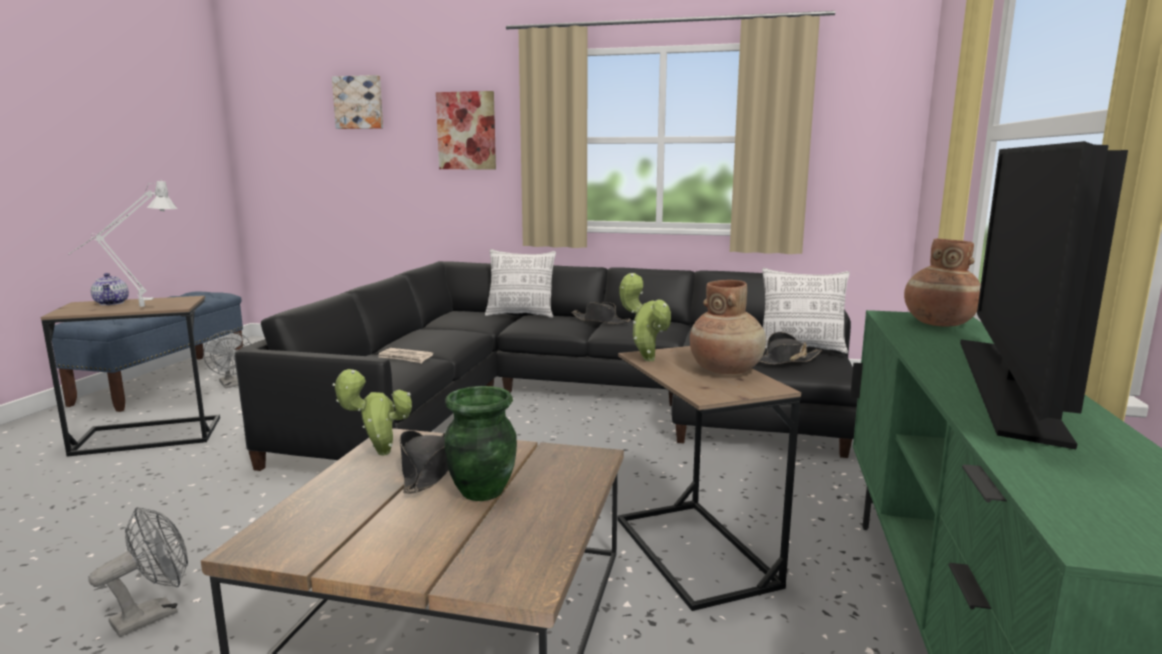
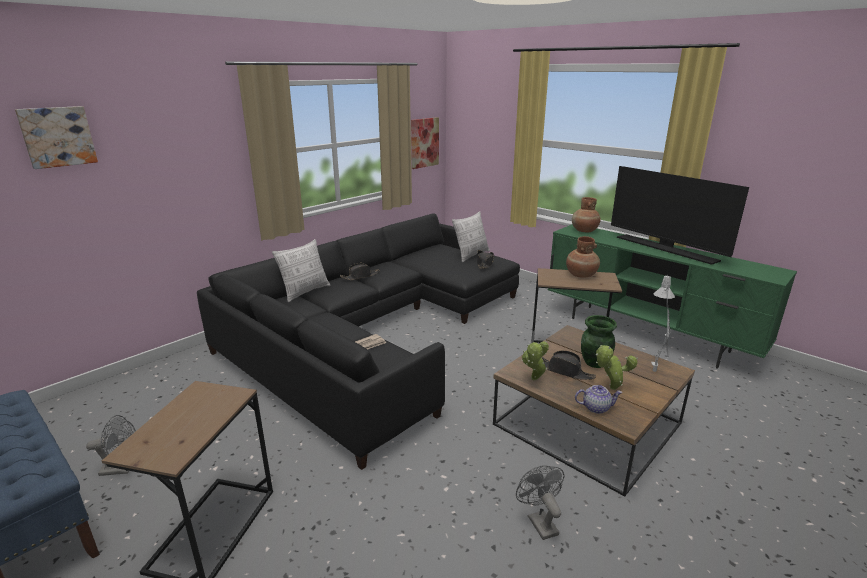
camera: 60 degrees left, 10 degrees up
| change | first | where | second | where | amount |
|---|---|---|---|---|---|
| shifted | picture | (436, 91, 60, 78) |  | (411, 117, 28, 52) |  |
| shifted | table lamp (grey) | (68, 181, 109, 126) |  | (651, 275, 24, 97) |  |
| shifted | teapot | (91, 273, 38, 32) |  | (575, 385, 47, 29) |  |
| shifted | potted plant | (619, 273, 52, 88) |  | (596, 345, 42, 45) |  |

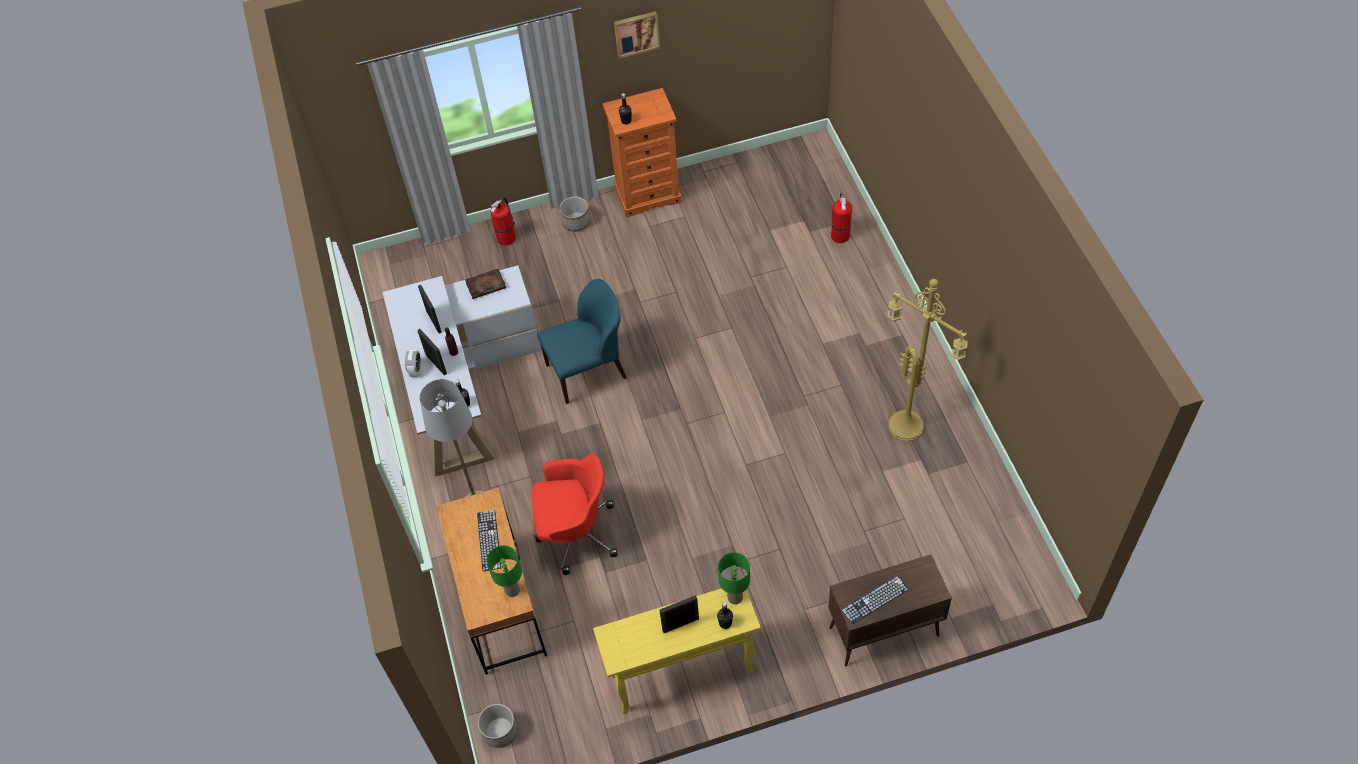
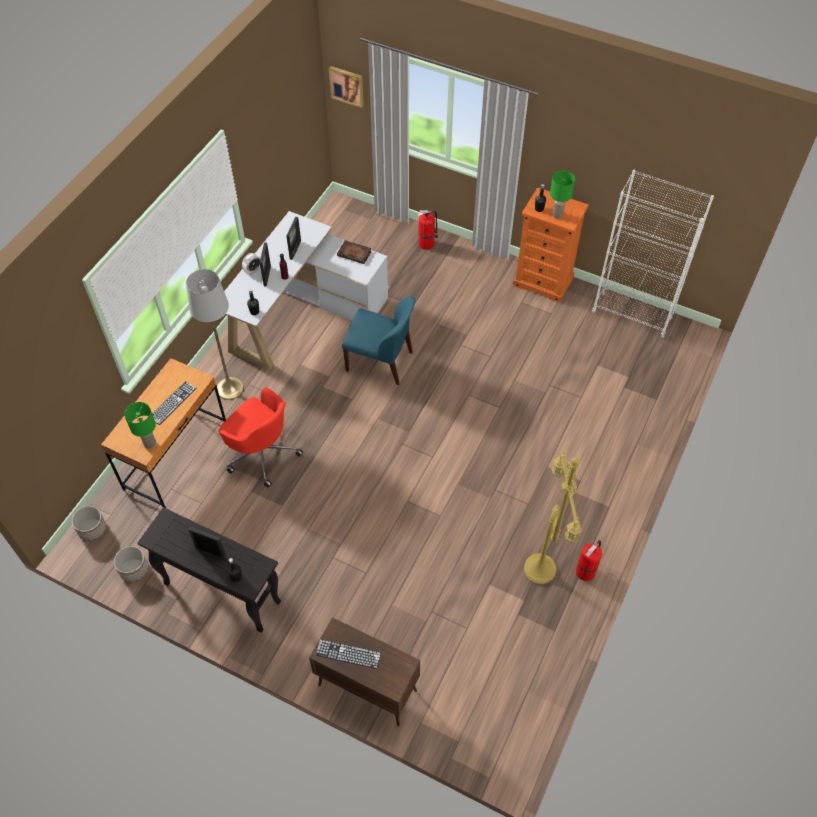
camera: 40 degrees right, 0 degrees up
| change | first | where | second | where | amount |
|---|---|---|---|---|---|
| shifted | picture | (614, 11, 46, 48) |  | (329, 66, 35, 42) |  |
| shifted | fire extinguisher | (831, 193, 21, 50) |  | (576, 540, 26, 41) |  |
| shifted | planter | (559, 197, 31, 35) |  | (114, 546, 35, 37) |  |
| shifted | table lamp (green) | (718, 552, 32, 53) |  | (550, 171, 25, 48) |  |
| repainted | console table (yellow) | (593, 588, 168, 125) | console table (black) | (137, 507, 144, 126) |  |
| new |  |  | bookcase (white) | (592, 170, 122, 168) |  |

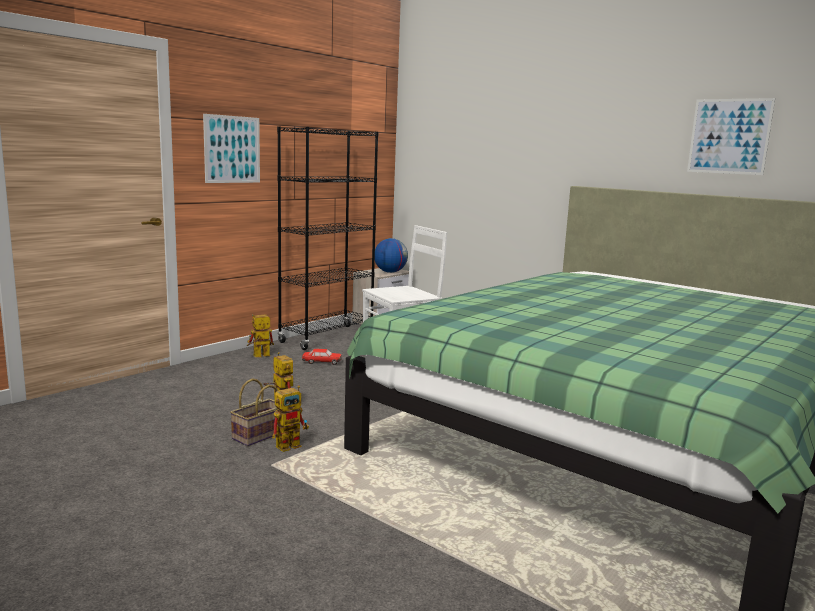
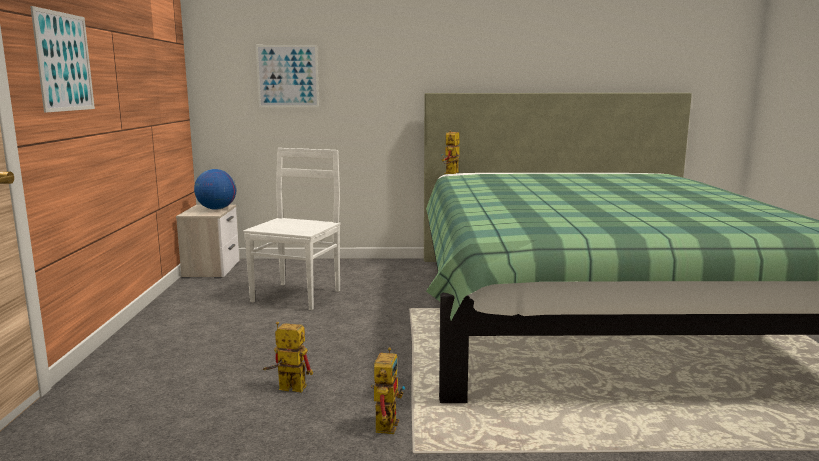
camera: 40 degrees left, 0 degrees up
| change | first | where | second | where | amount |
|---|---|---|---|---|---|
| shifted | picture | (687, 98, 88, 77) |  | (256, 45, 63, 62) |  |
| gone | bookcase (black) | (277, 126, 101, 224) |  |  |  |
| shifted | toy robot | (247, 314, 27, 43) |  | (441, 131, 19, 43) |  |
| gone | toy car | (302, 349, 40, 16) |  |  |  |
| gone | basket | (230, 379, 49, 67) |  |  |  |

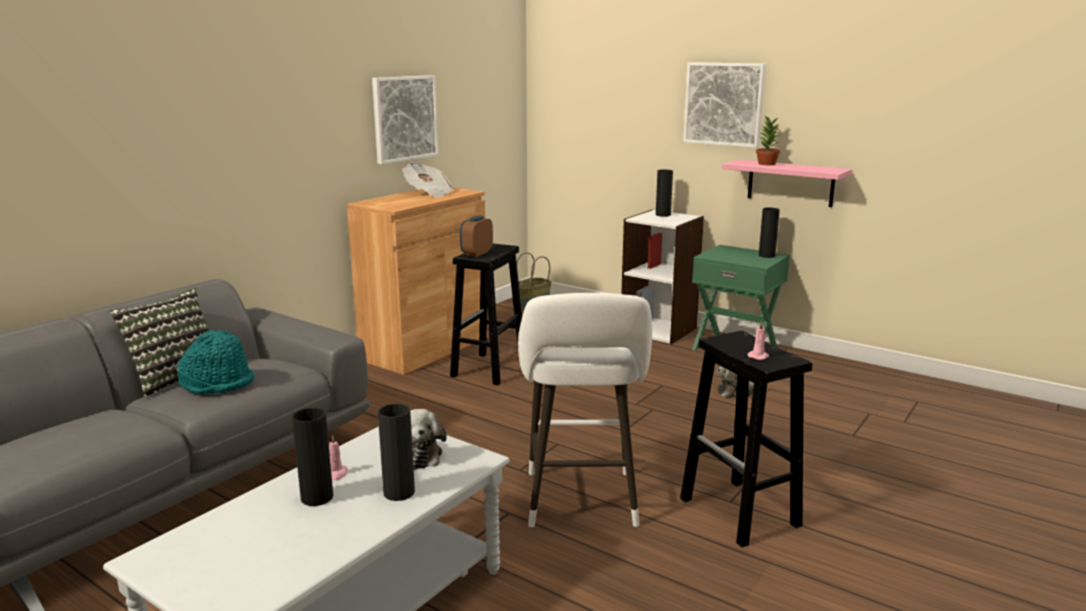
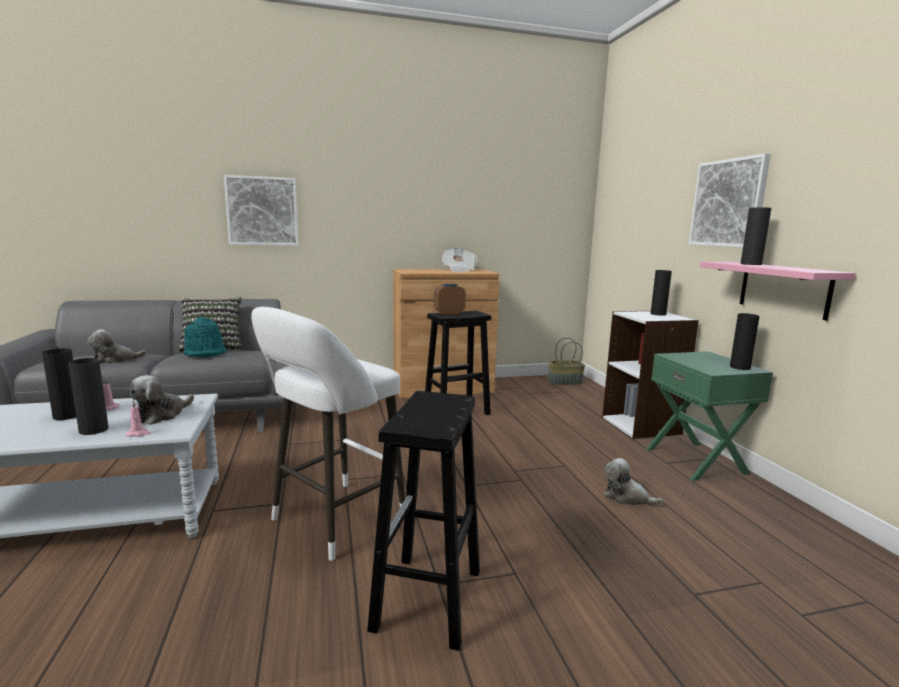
camera: 40 degrees right, 5 degrees down
| change | first | where | second | where | amount |
|---|---|---|---|---|---|
| shifted | picture | (372, 75, 66, 89) |  | (224, 175, 75, 71) |  |
| swapped | potted plant | (756, 116, 24, 49) | vase (black) | (741, 207, 30, 58) |  |
| shifted | candle (pink) | (747, 321, 22, 39) |  | (125, 400, 26, 37) |  |
| new |  |  | plush toy | (87, 329, 60, 35) |  |

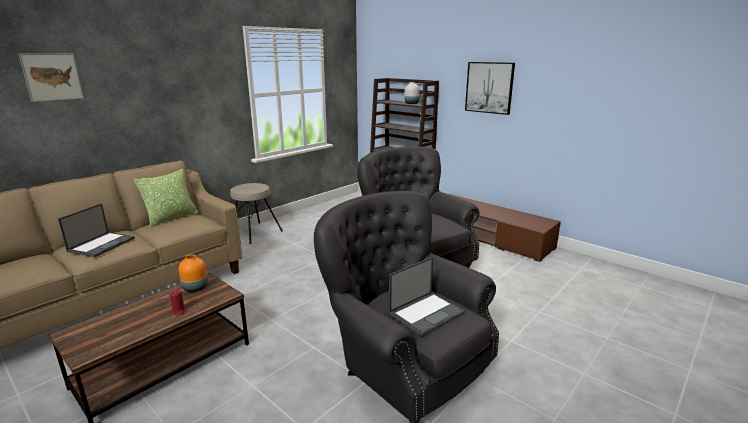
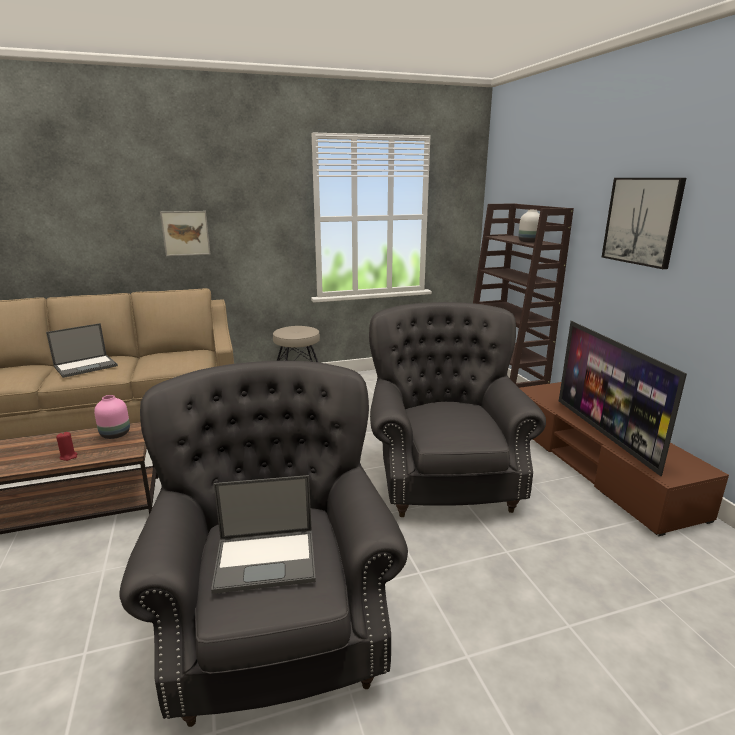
camera: 30 degrees right, 0 degrees up
| change | first | where | second | where | amount |
|---|---|---|---|---|---|
| shifted | picture | (18, 53, 66, 49) |  | (160, 211, 50, 45) |  |
| gone | pillow | (134, 169, 64, 58) |  |  |  |
| repainted | vase (orange) | (179, 254, 29, 38) | vase (pink) | (94, 395, 36, 44) |  |
| new |  |  | television | (559, 321, 128, 155) |  |

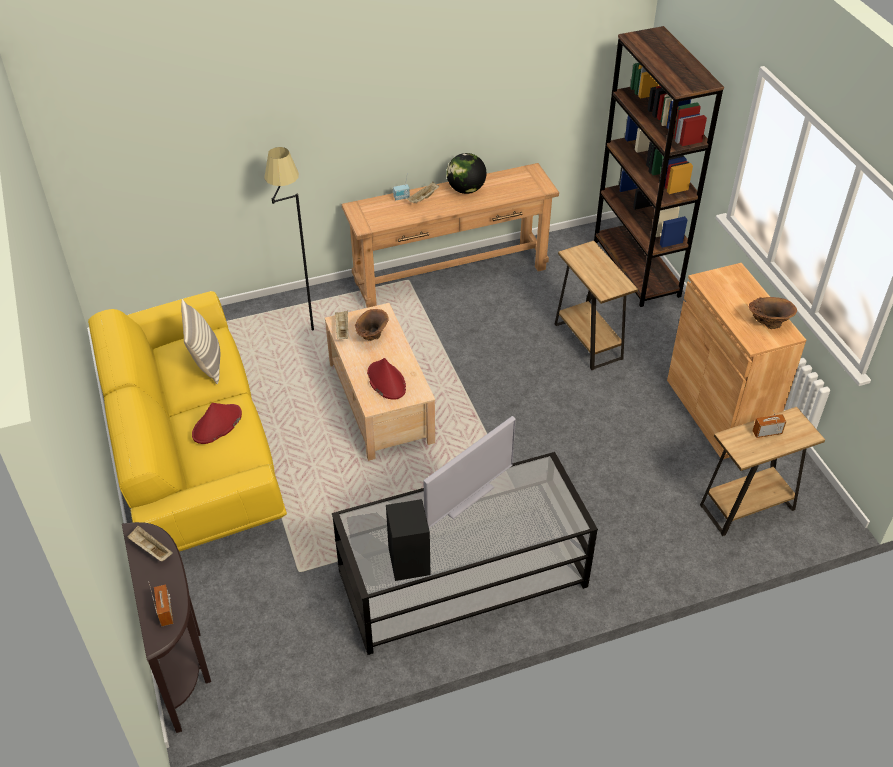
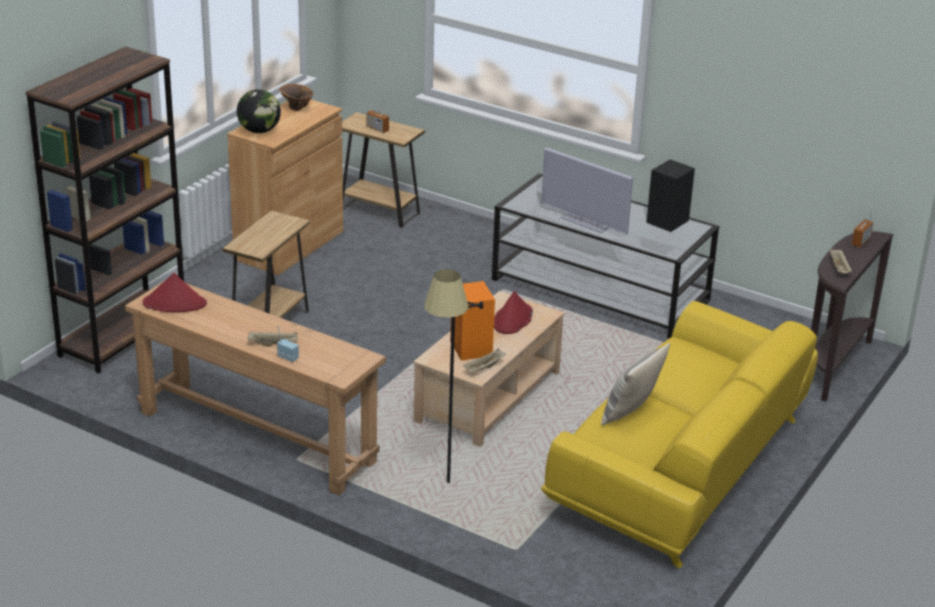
camera: 130 degrees left, 15 degrees down
| change | first | where | second | where | amount |
|---|---|---|---|---|---|
| shifted | globe | (446, 153, 40, 41) |  | (237, 89, 44, 44) |  |
| swapped | vase (brown) | (355, 309, 34, 32) | speaker (orange) | (450, 281, 45, 80) |  |
| shifted | hat (red) | (192, 403, 50, 41) |  | (143, 273, 64, 39) |  |
| rotated | television | (423, 416, 93, 112) |  | (541, 147, 92, 88) | 150 degrees counterclockwise |

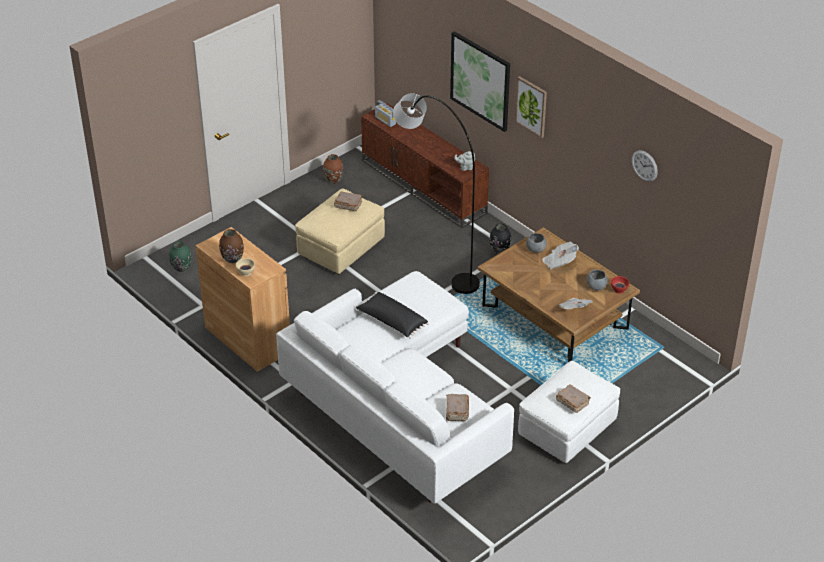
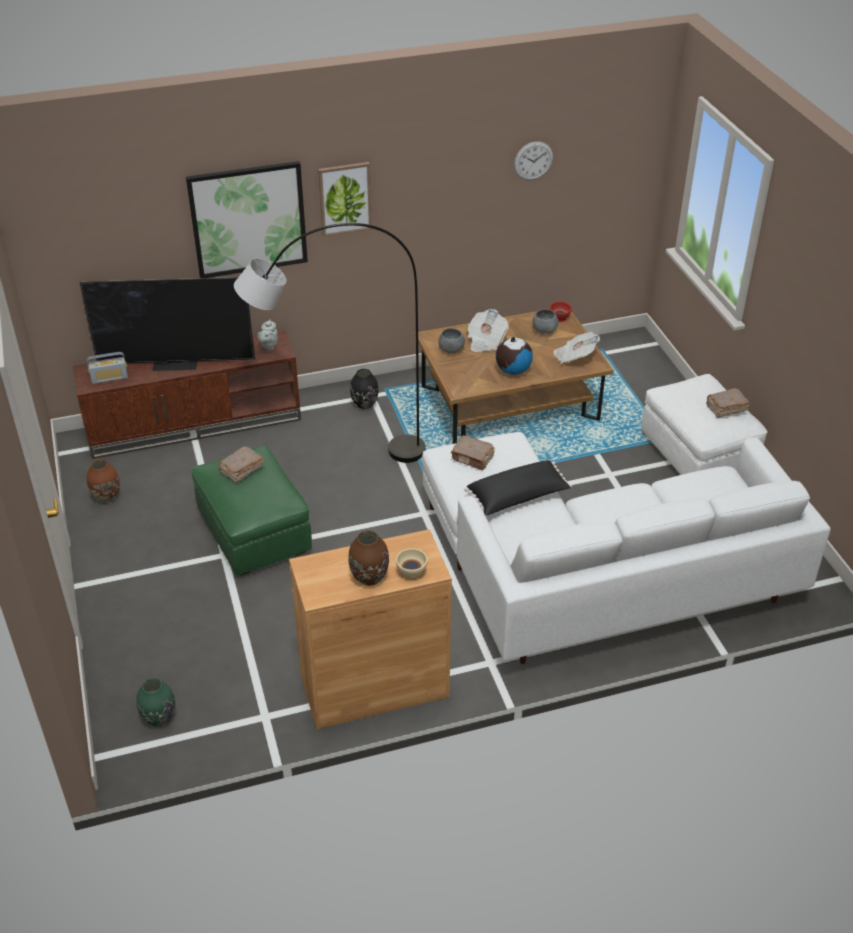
camera: 65 degrees left, 0 degrees up
| change | first | where | second | where | amount |
|---|---|---|---|---|---|
| repainted | ottoman (beige) | (295, 189, 90, 85) | ottoman (green) | (191, 445, 121, 130) |  |
| shifted | book (brown) | (446, 394, 23, 27) |  | (451, 435, 44, 35) |  |
| new |  |  | television | (79, 277, 176, 94) |  |
| new |  |  | globe | (496, 337, 37, 38) |  |

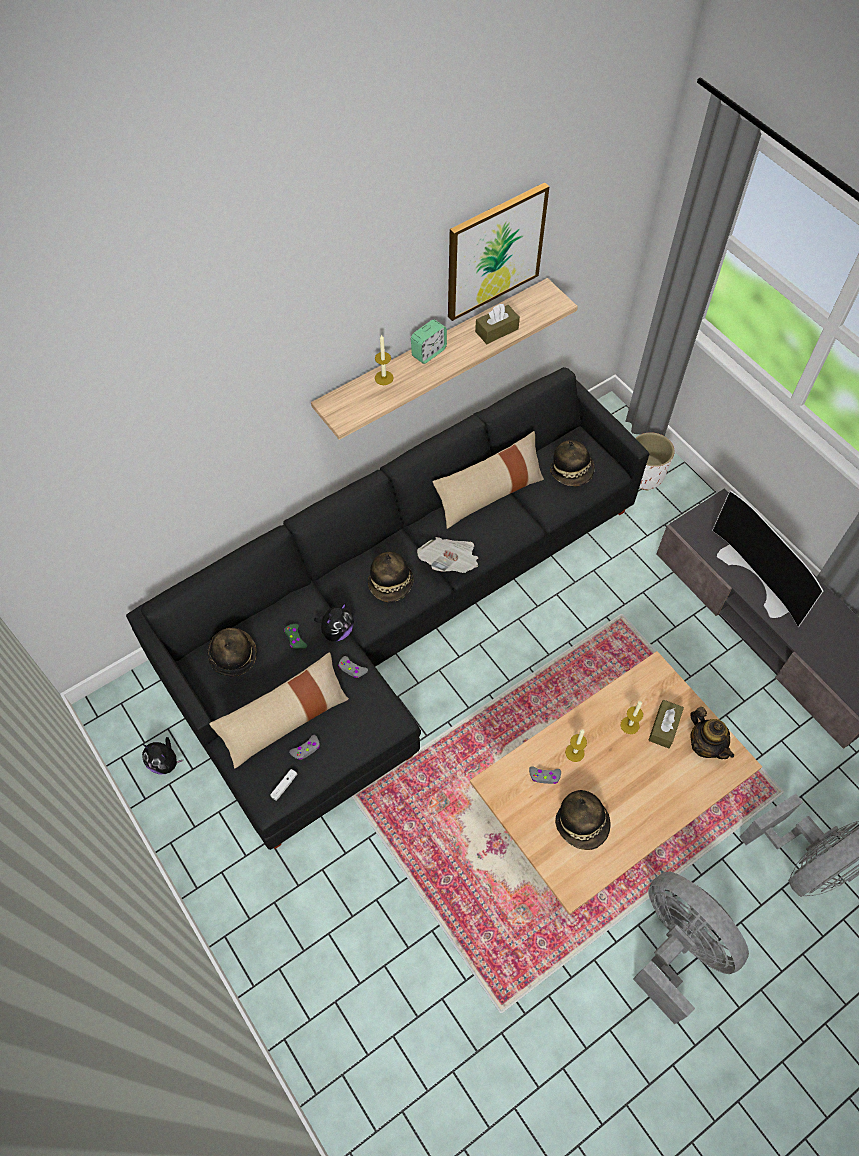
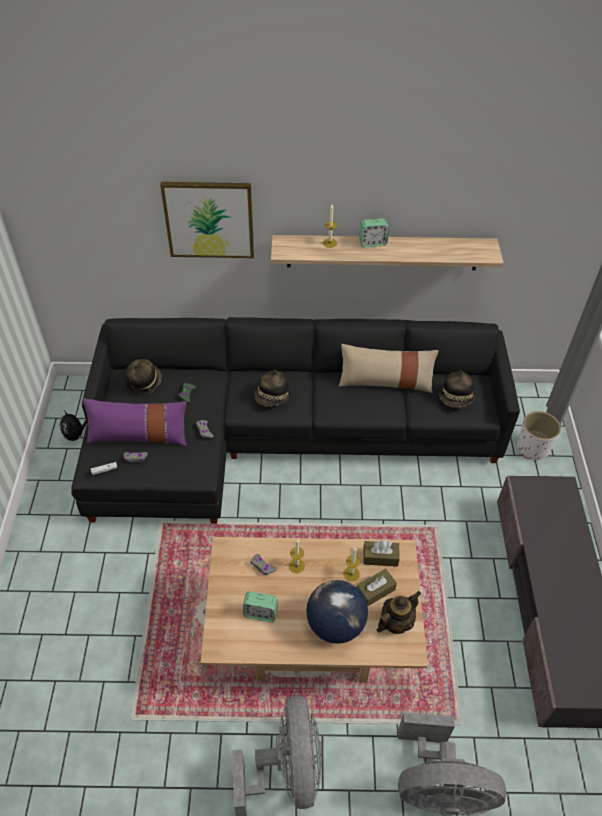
camera: 35 degrees right, 10 degrees down
| change | first | where | second | where | amount |
|---|---|---|---|---|---|
| shifted | picture | (448, 182, 102, 139) |  | (160, 182, 94, 76) |  |
| shifted | tissue box (brown) | (475, 304, 45, 40) |  | (363, 541, 37, 26) |  |
| gone | television | (712, 490, 111, 137) |  |  |  |
| gone | newspaper | (417, 537, 61, 36) |  |  |  |
| gone | plush toy | (314, 603, 40, 38) |  |  |  |
| repainted | pillow (beige) | (209, 652, 140, 116) | pillow (purple) | (83, 398, 104, 48) |  |
| rotated | teapot | (690, 707, 44, 52) |  | (377, 591, 44, 43) | 135 degrees counterclockwise |
| swapped | hat | (555, 790, 56, 60) | alarm clock | (243, 591, 34, 31) |  |
| new |  |  | globe | (306, 580, 62, 64) |  |

